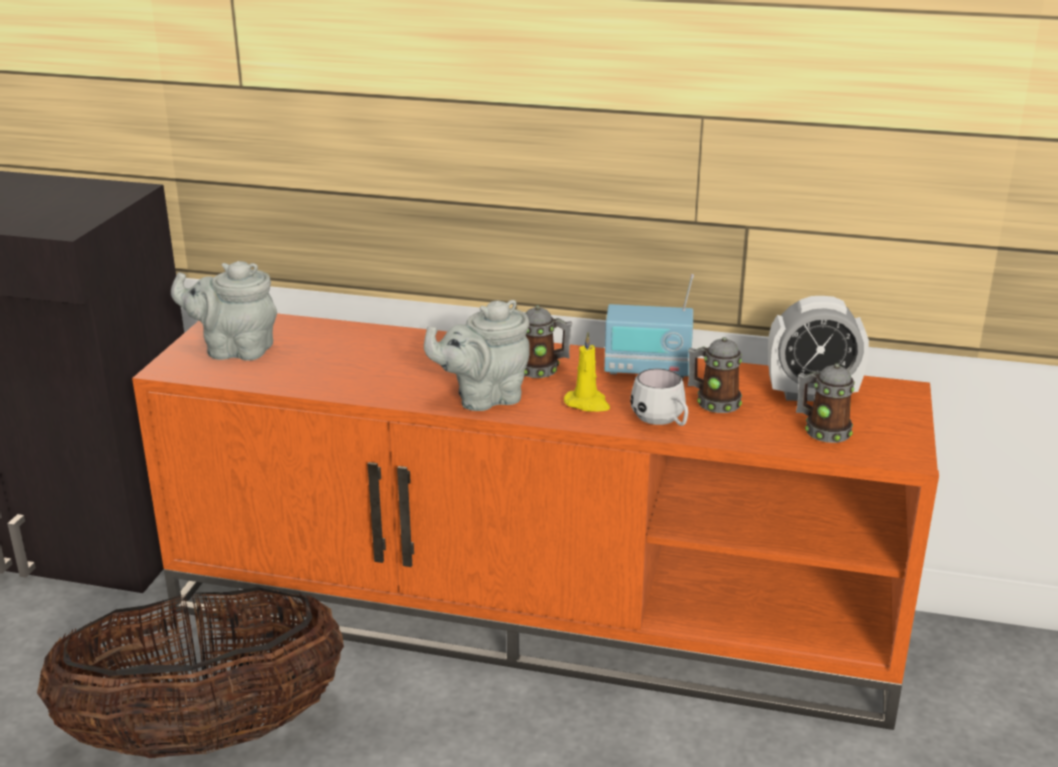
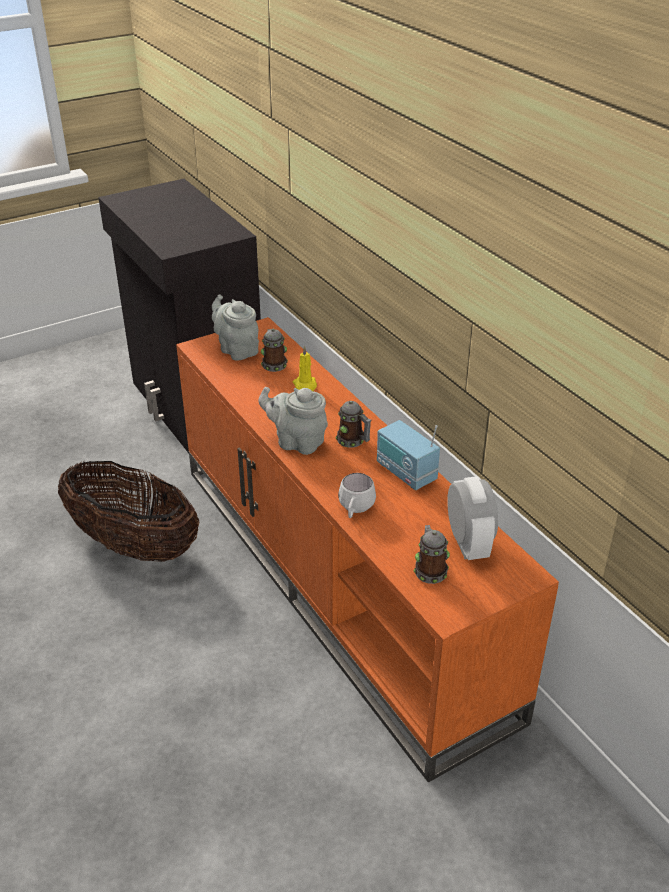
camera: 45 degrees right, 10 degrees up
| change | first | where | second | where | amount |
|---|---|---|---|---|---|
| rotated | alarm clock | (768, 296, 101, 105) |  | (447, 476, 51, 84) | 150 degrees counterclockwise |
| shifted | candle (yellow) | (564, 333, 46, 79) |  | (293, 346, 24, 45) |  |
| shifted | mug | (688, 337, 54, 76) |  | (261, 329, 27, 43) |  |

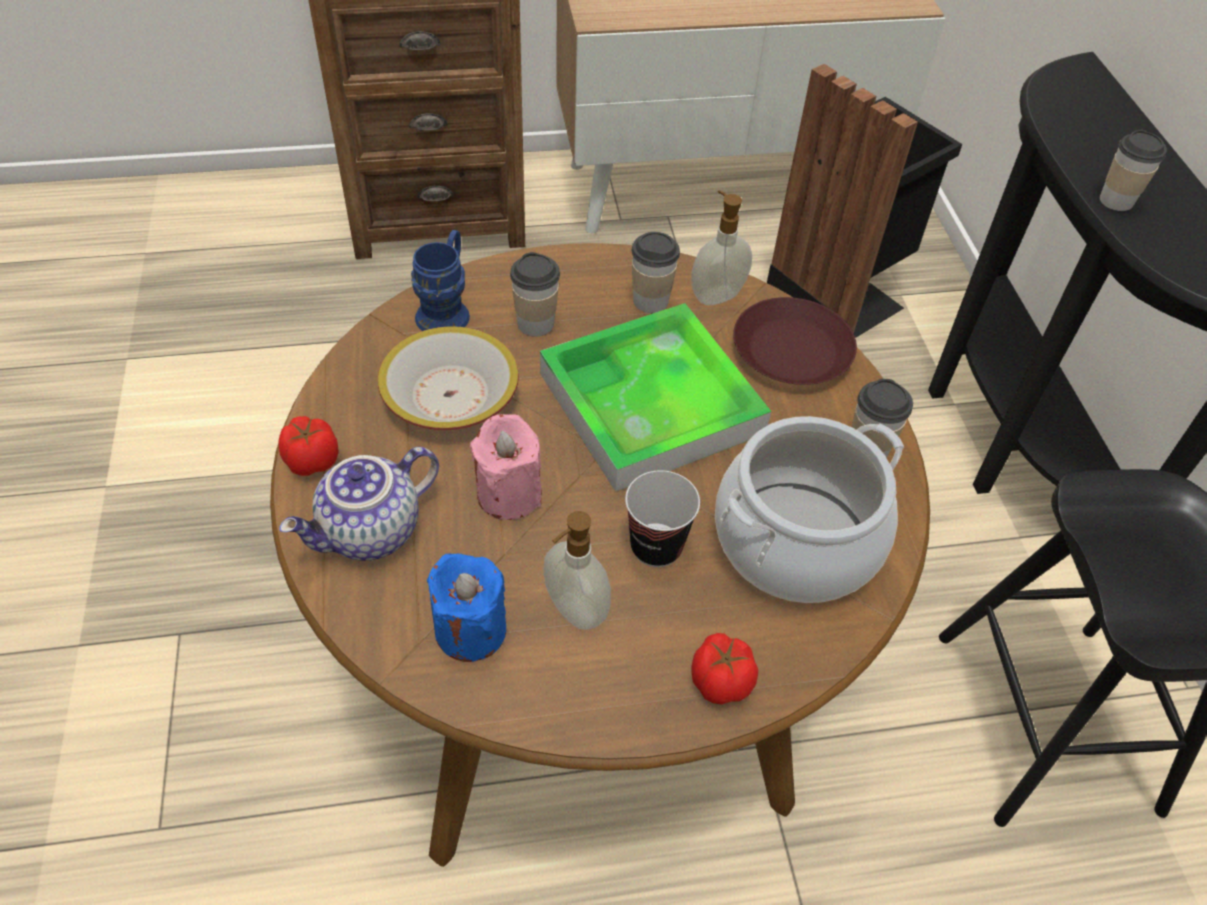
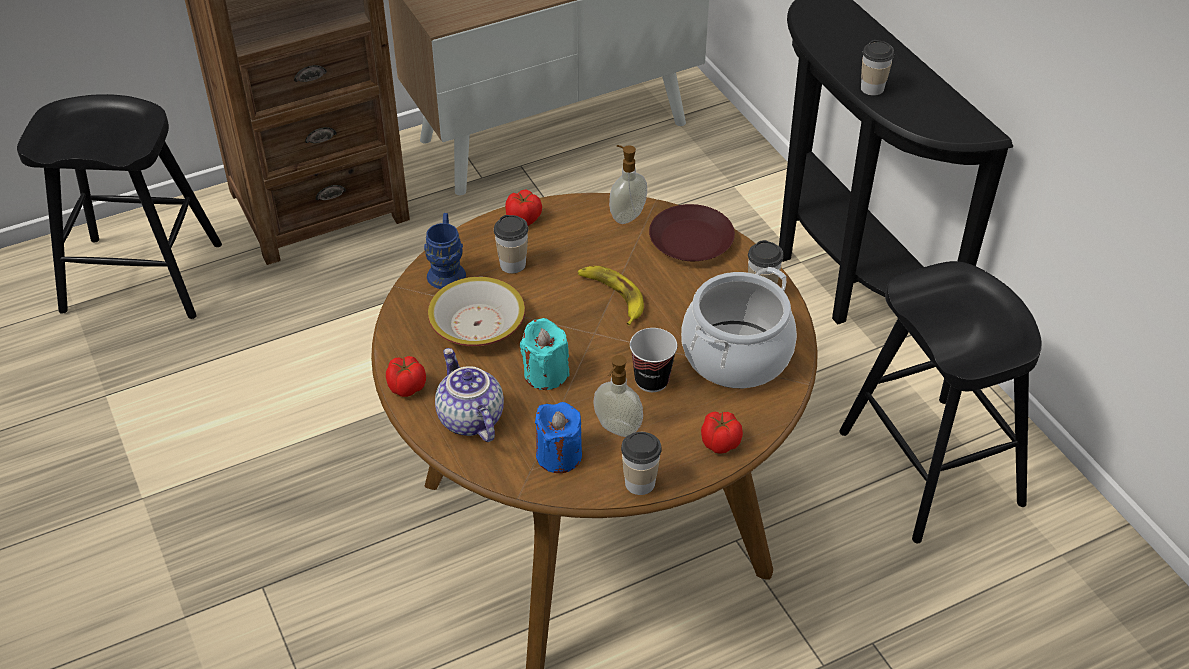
camera: 15 degrees left, 5 degrees down
| change | first | where | second | where | amount |
|---|---|---|---|---|---|
| gone | trash can (black) | (767, 64, 195, 274) |  |  |  |
| shifted | cup | (632, 232, 48, 81) |  | (621, 432, 41, 63) |  |
| swapped | tray | (540, 303, 231, 189) | banana | (578, 266, 66, 59) |  |
| repainted | candle (pink) | (470, 414, 72, 106) | candle (turquoise) | (520, 318, 49, 72) |  |
| rotated | teapot | (279, 447, 160, 114) |  | (435, 348, 69, 94) | 120 degrees clockwise |
| new |  |  | stool (black) | (17, 94, 205, 225) |  |
| new |  |  | tomato | (505, 189, 37, 37) |  |

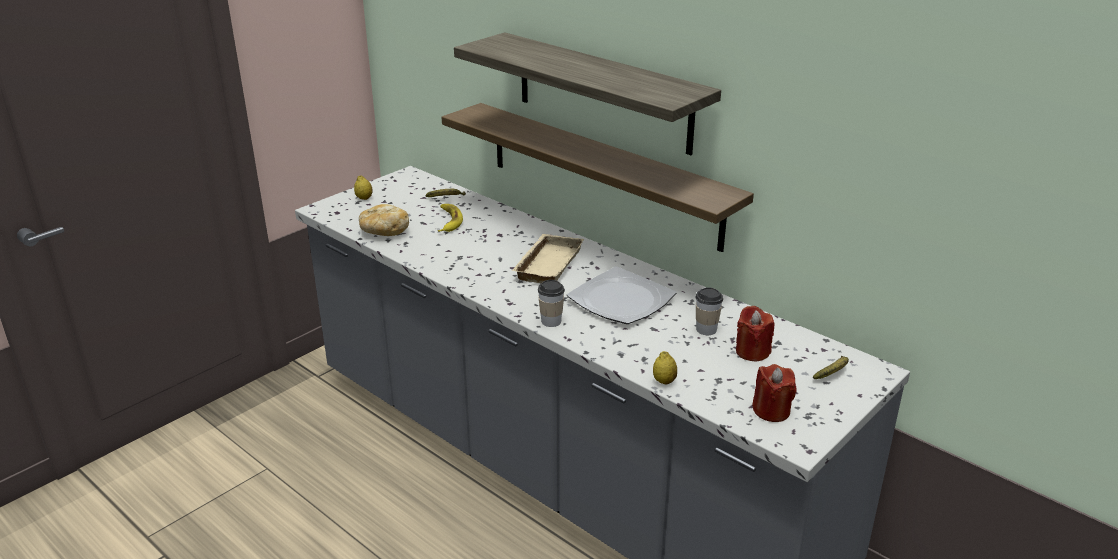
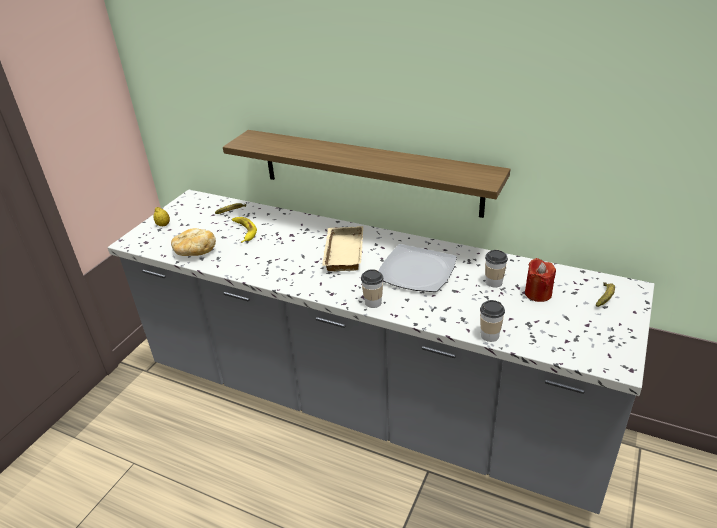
camera: 15 degrees left, 5 degrees up
| change | first | where | second | where | amount |
|---|---|---|---|---|---|
| gone | shelf | (454, 32, 267, 123) |  |  |  |
| swapped | lemon | (653, 351, 24, 33) | cup | (480, 300, 25, 42) |  |
| gone | candle (red) | (752, 364, 44, 58) |  |  |  |

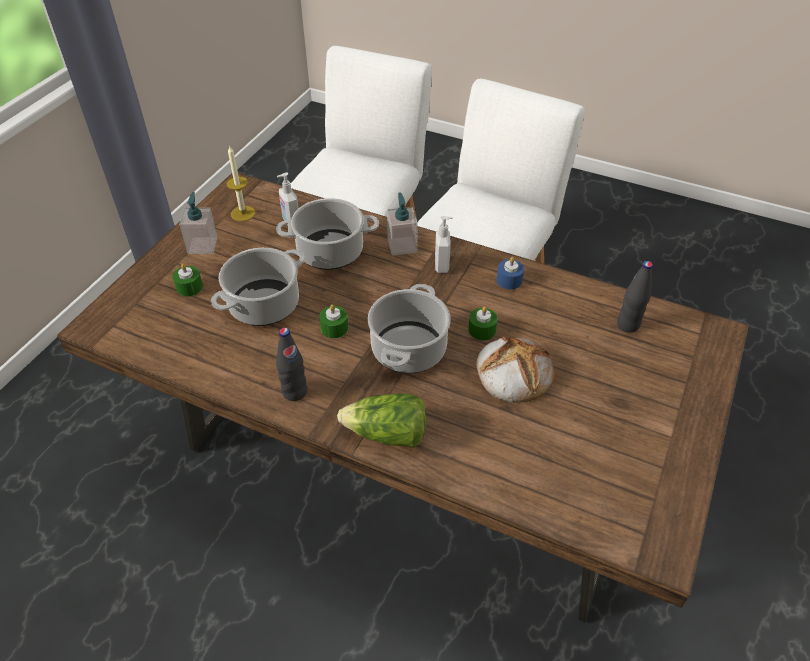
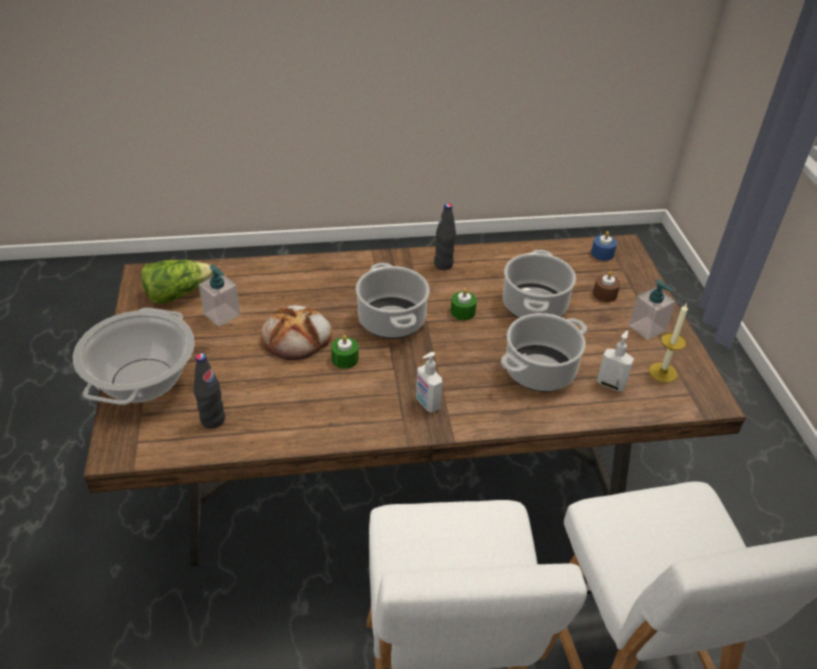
camera: 145 degrees right, 5 degrees down
| change | first | where | second | where | amount |
|---|---|---|---|---|---|
| shifted | soap dispenser | (387, 192, 31, 64) |  | (198, 265, 43, 62) |  |
| shifted | candle (blue) | (496, 257, 28, 33) |  | (591, 231, 26, 30) |  |
| repainted | candle (green) | (172, 264, 31, 33) | candle (brown) | (593, 271, 28, 31) |  |
| shifted | lettuce | (337, 393, 89, 55) |  | (141, 260, 72, 44) |  |
| new |  |  | cooking pot | (73, 308, 122, 97) |  |

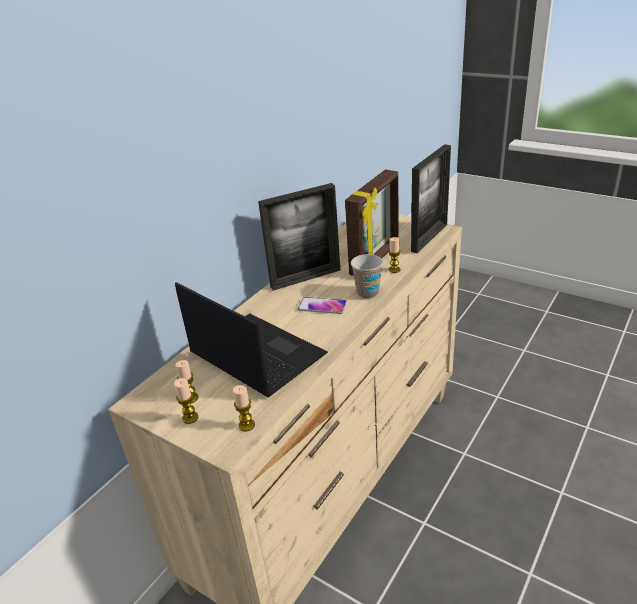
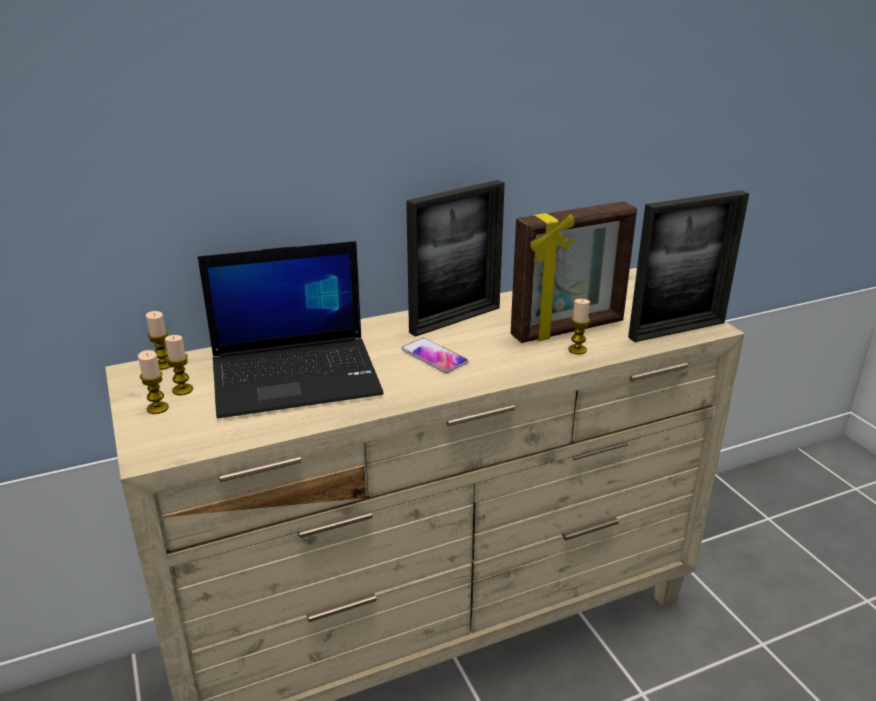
camera: 30 degrees right, 5 degrees down
| change | first | where | second | where | amount |
|---|---|---|---|---|---|
| rotated | picture frame | (258, 183, 82, 108) |  | (406, 180, 99, 157) | 45 degrees counterclockwise |
| gone | cup | (351, 254, 32, 45) |  |  |  |
| rotated | laptop | (175, 282, 153, 115) |  | (198, 241, 186, 177) | 90 degrees clockwise |
| shifted | candle | (233, 385, 22, 46) |  | (146, 311, 24, 59) |  |

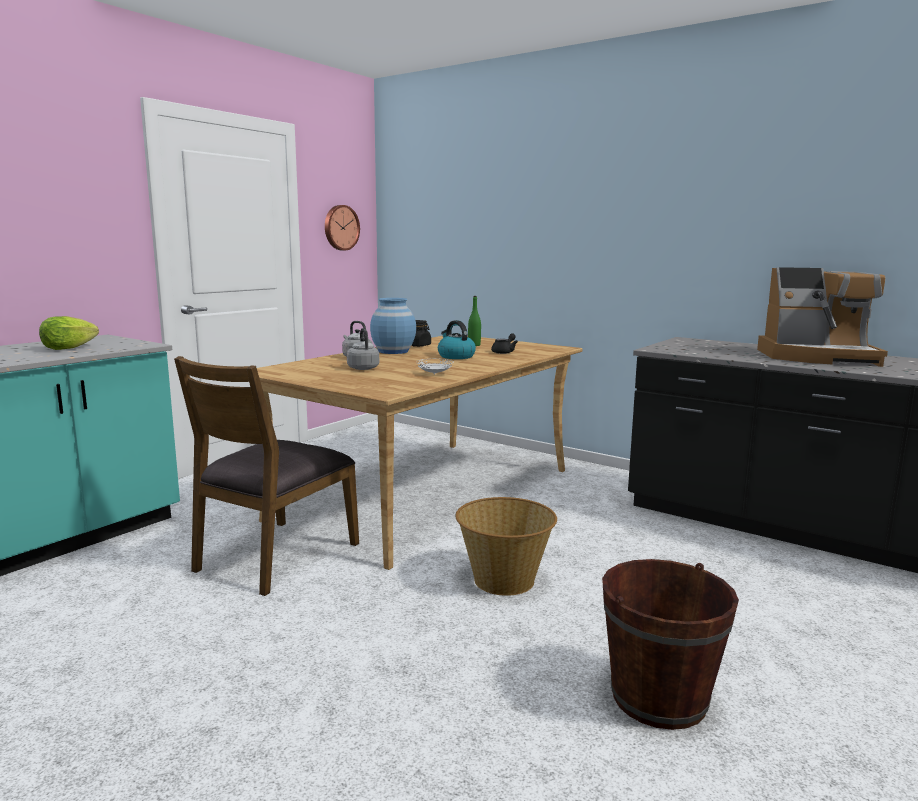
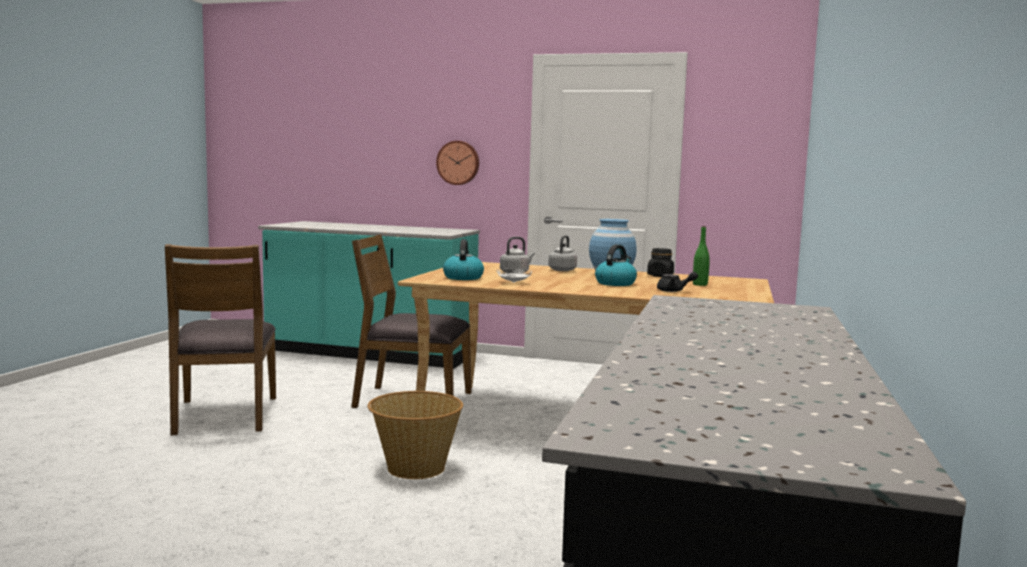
camera: 70 degrees right, 5 degrees down
| change | first | where | second | where | amount |
|---|---|---|---|---|---|
| shifted | wall clock | (325, 205, 35, 46) |  | (436, 141, 43, 44) |  |
| gone | coffee machine | (757, 267, 131, 100) |  |  |  |
| gone | lettuce | (39, 316, 60, 34) |  |  |  |
| gone | bucket (brown) | (602, 559, 137, 171) |  |  |  |
| new |  |  | kettle | (443, 239, 41, 41) |  |
| new |  |  | chair (brown) | (165, 244, 111, 191) |  |

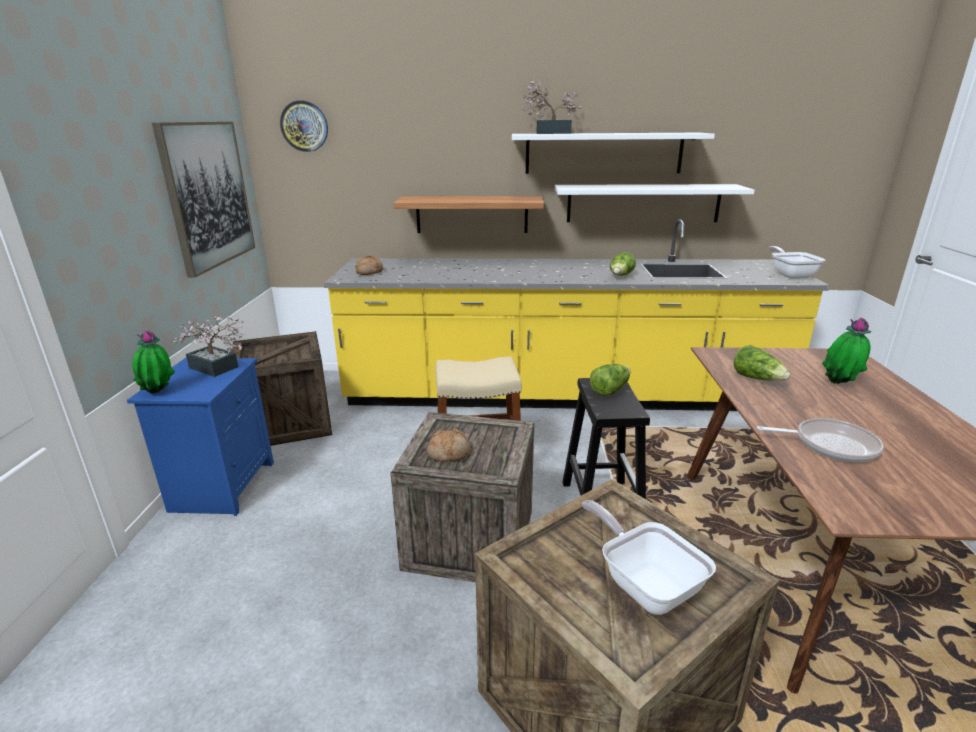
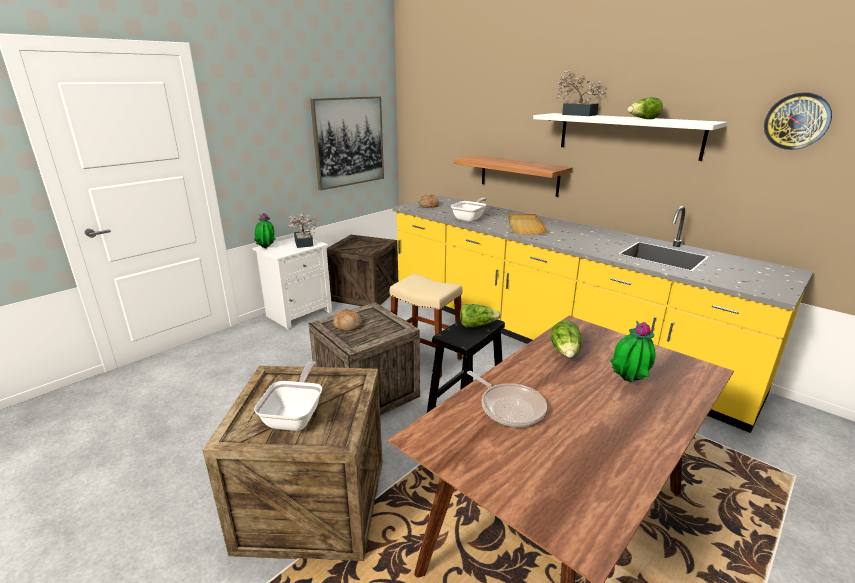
camera: 40 degrees right, 0 degrees up
| change | first | where | second | where | amount |
|---|---|---|---|---|---|
| shifted | wall clock | (280, 100, 48, 52) |  | (764, 92, 68, 58) |  |
| gone | shelf (white) | (555, 184, 200, 38) |  |  |  |
| shifted | frying pan | (769, 246, 56, 33) |  | (451, 198, 36, 24) |  |
| shifted | lettuce | (610, 252, 26, 24) |  | (628, 97, 35, 22) |  |
| repainted | nightstand (blue) | (127, 358, 147, 158) | nightstand (white) | (253, 237, 79, 93) |  |
| new |  |  | tray (beige) | (508, 213, 39, 22) |  |

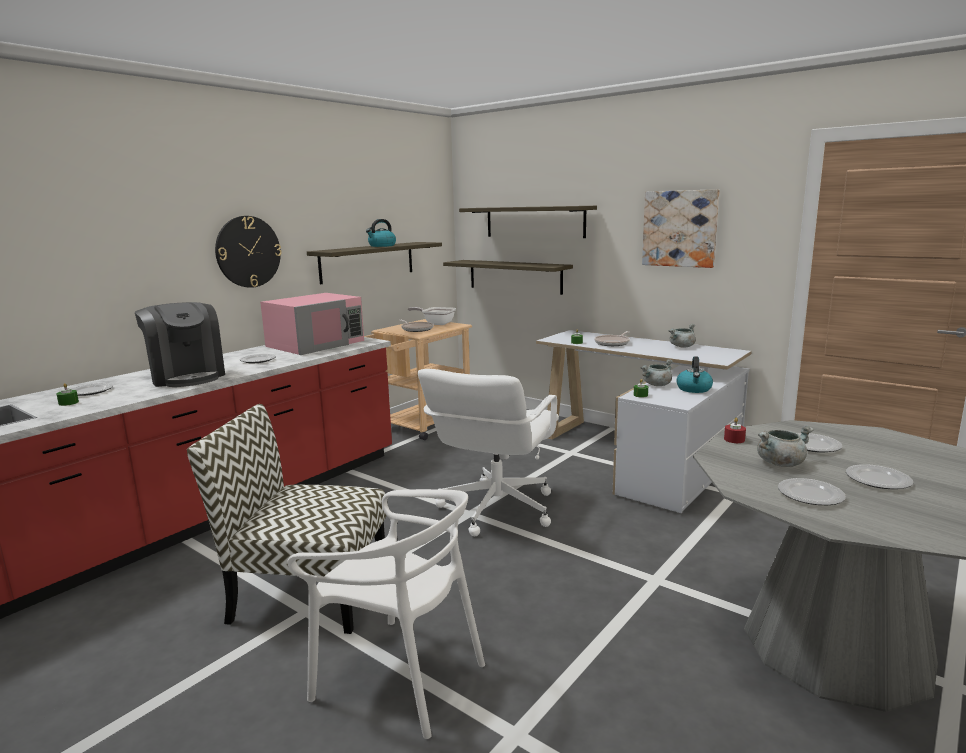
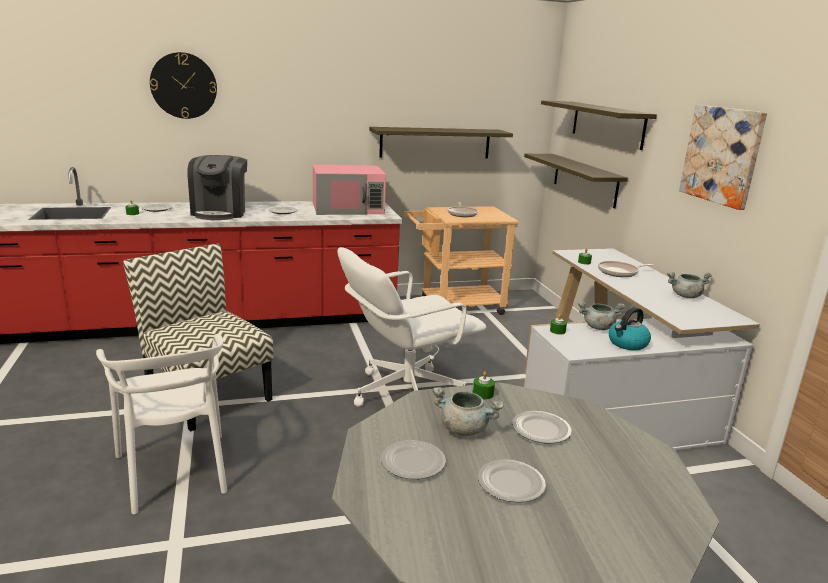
camera: 35 degrees right, 5 degrees up
| change | first | where | second | where | amount |
|---|---|---|---|---|---|
| shifted | wall clock | (215, 216, 67, 72) |  | (150, 52, 67, 67) |  |
| gone | kettle | (366, 219, 30, 28) |  |  |  |
| gone | frying pan | (408, 307, 48, 18) |  |  |  |
| repainted | candle (red) | (724, 418, 22, 25) | candle (green) | (473, 371, 22, 29) |  |

